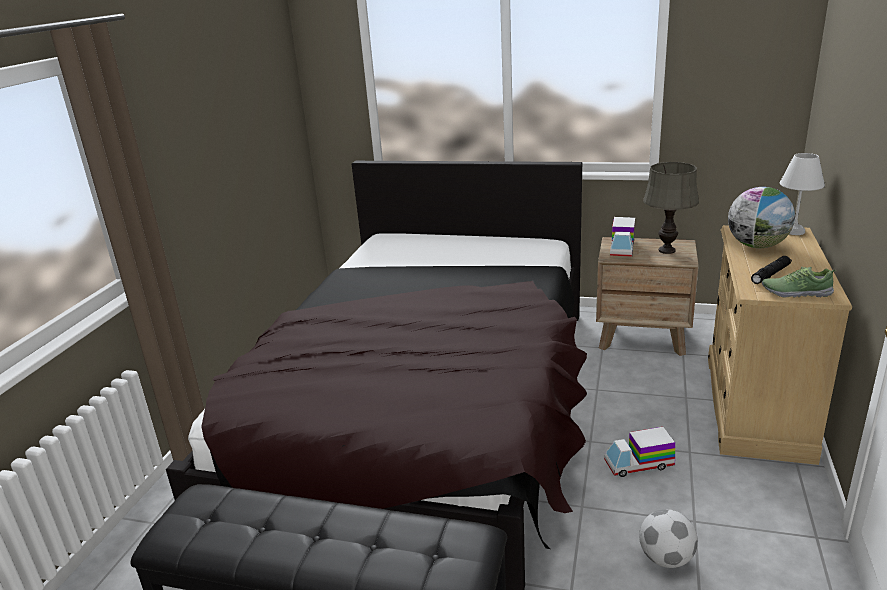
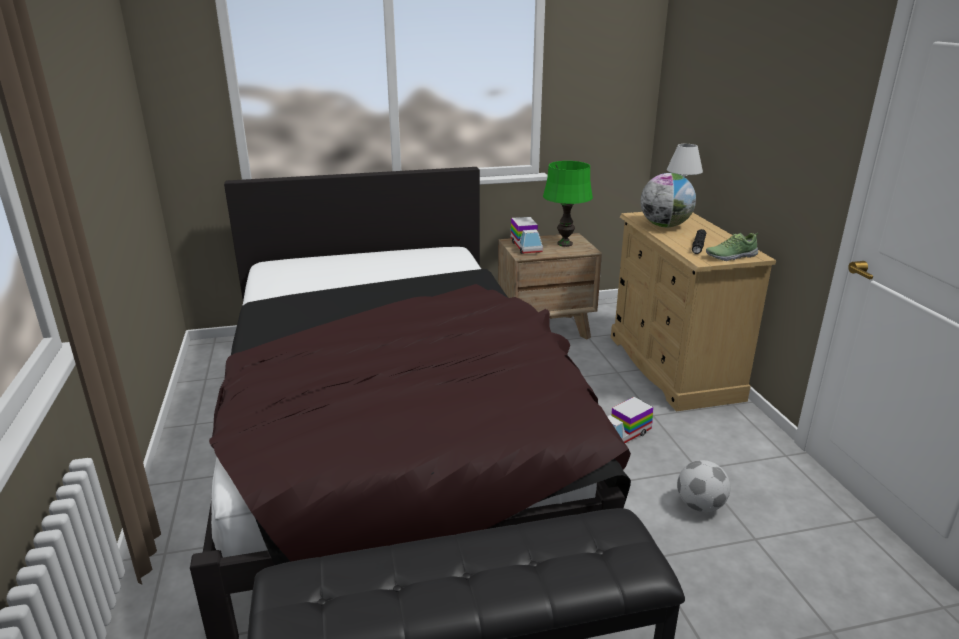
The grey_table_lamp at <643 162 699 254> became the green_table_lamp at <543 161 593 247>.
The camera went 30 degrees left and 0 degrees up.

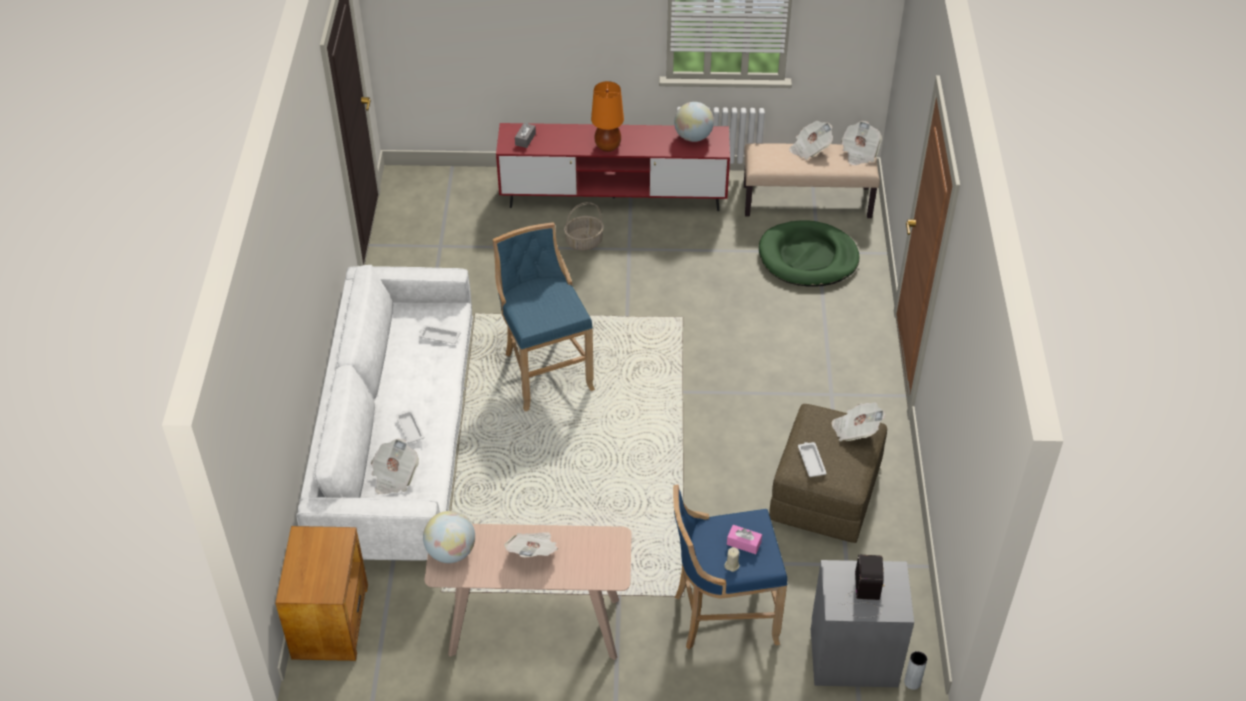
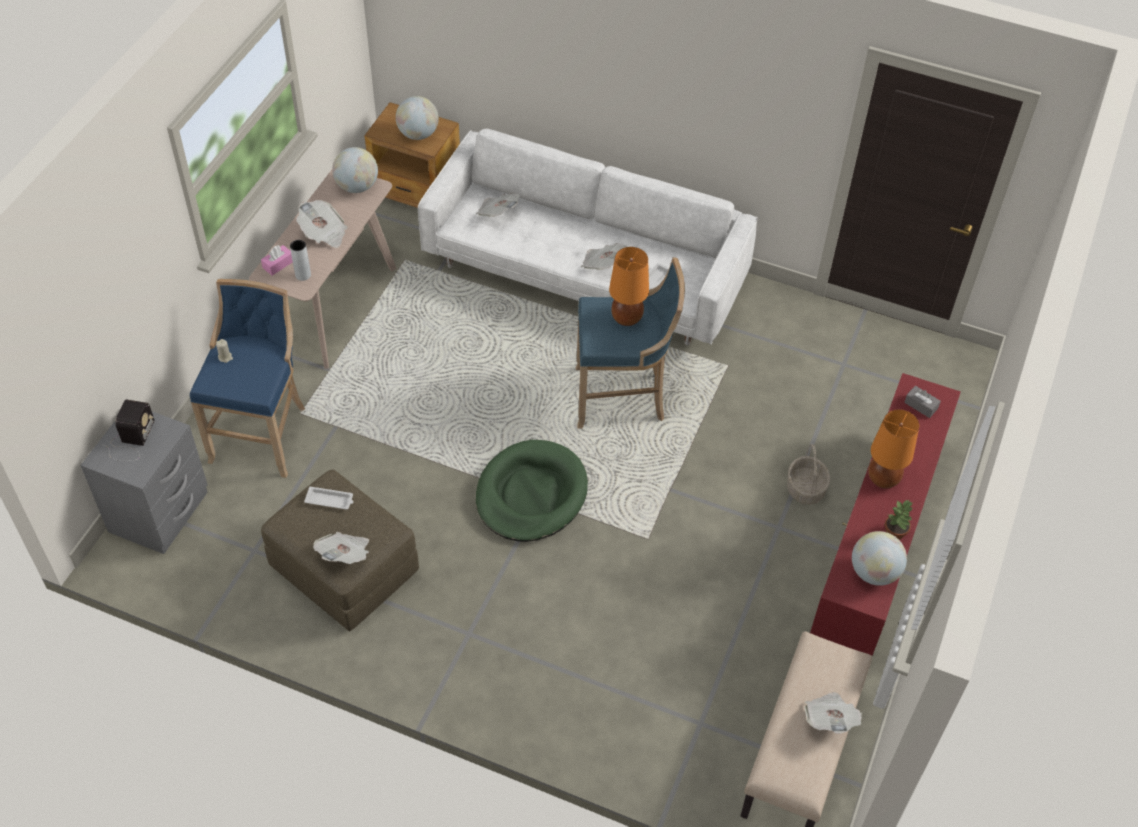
The radio at <839 554 885 618> turned 105 degrees counterclockwise.
The pink_tissue_box moved from <727 525 762 554> to <261 245 293 276>.
The grey_vase moved from <904 651 927 690> to <290 240 311 281>.
The globe at <396 96 439 140> appeared.
The green_dog_bed moved from <759 221 860 287> to <476 440 588 542>.
The newspaper moved from <841 121 882 165> to <581 243 627 270>.
The orange_table_lamp at <609 247 649 326> appeared.
The potted_plant at <885 500 913 540> appeared.
The white_tray at <396 410 425 443> disappeared.
The camera went 110 degrees right and 5 degrees up.

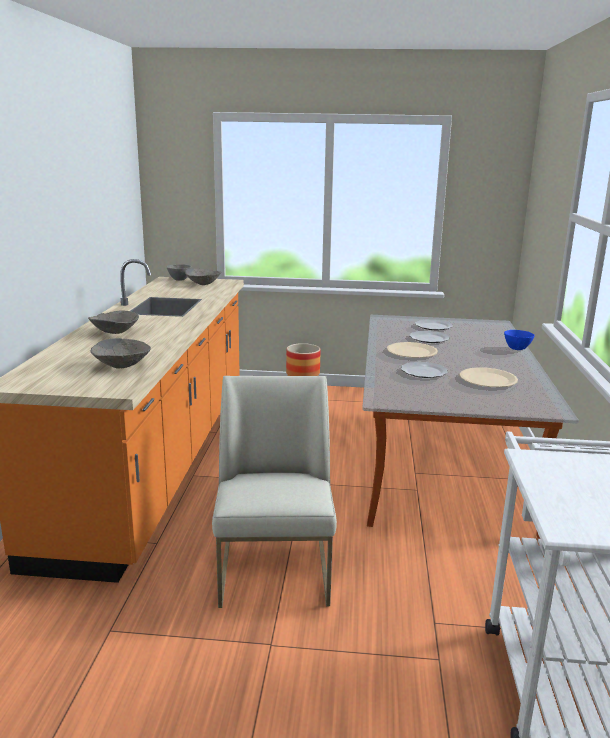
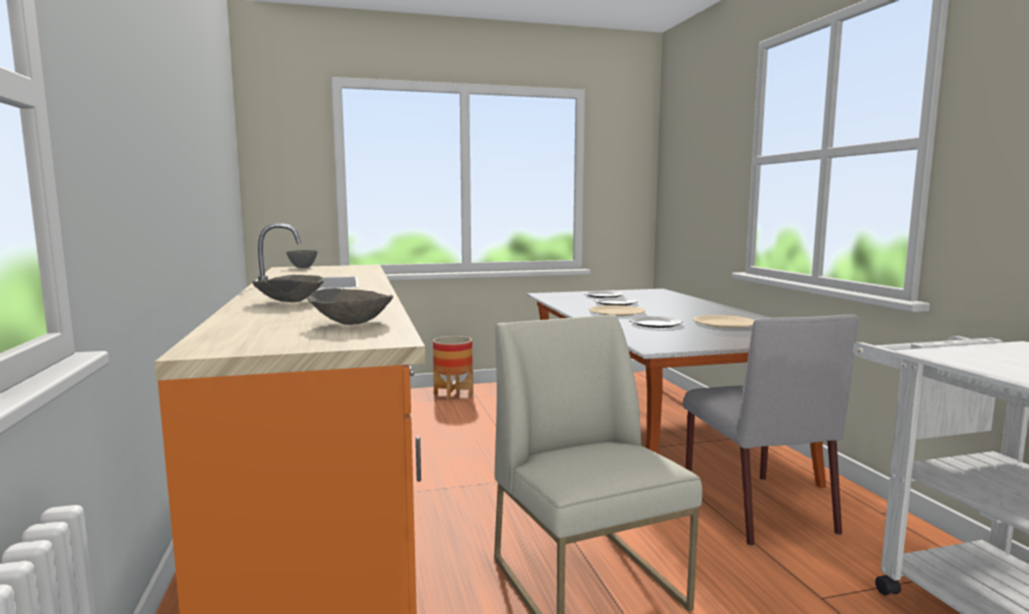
The grey_chair at <683 314 859 546> appeared.
The grey_bowl at <185 269 221 285> disappeared.
The blue_bowl at <504 330 535 350> disappeared.
The camera went 20 degrees left and 10 degrees down.

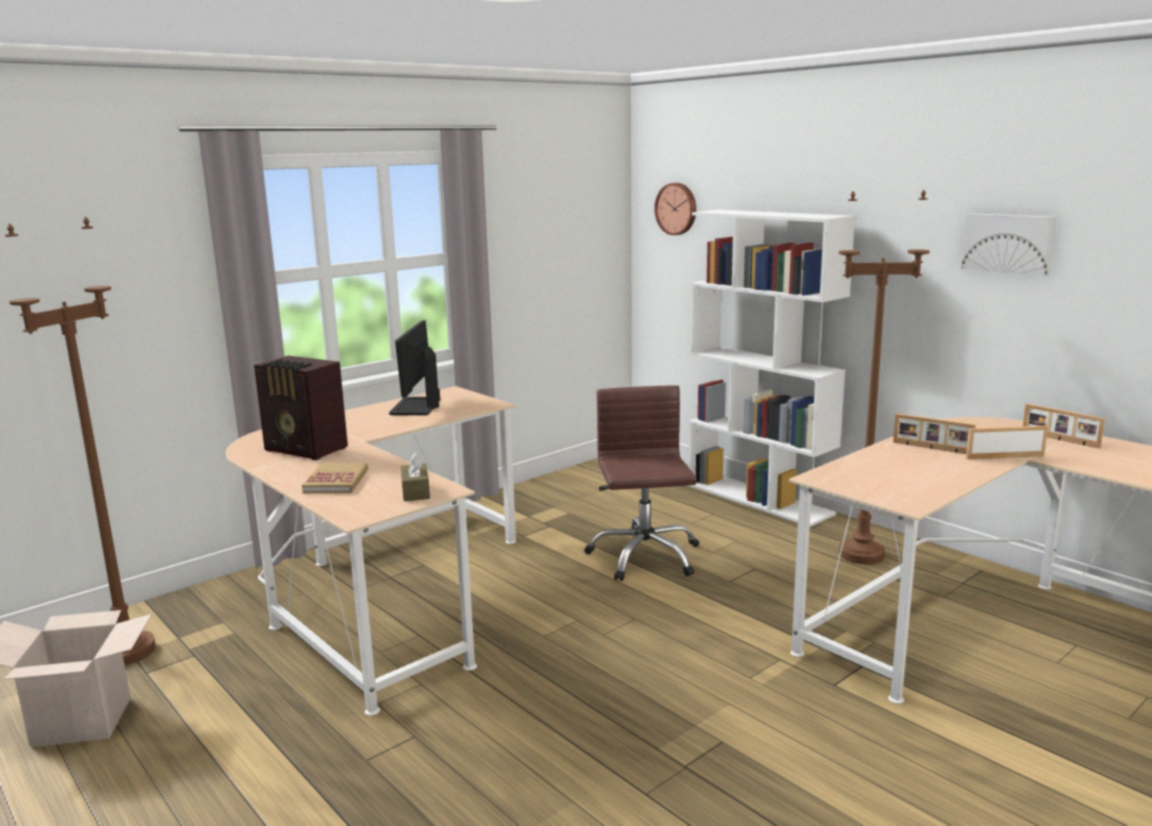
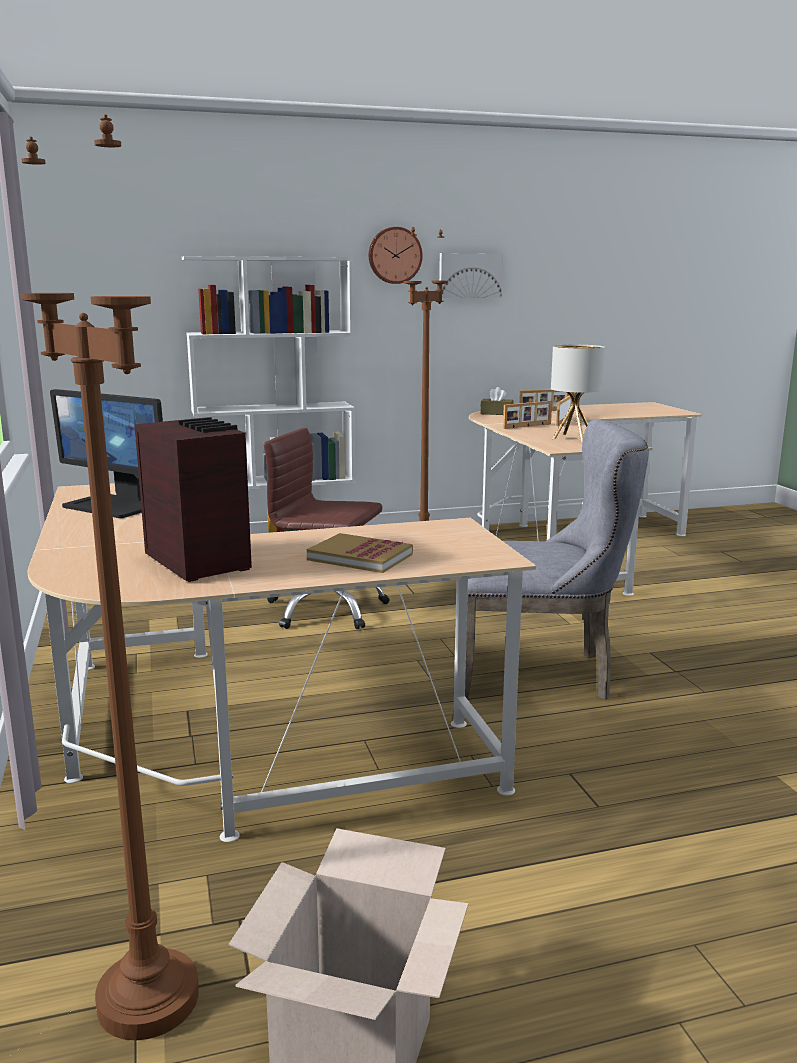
The radio at <254 356 348 460> turned 90 degrees counterclockwise.
The wall_clock moved from <654 183 696 235> to <369 227 423 284>.
The grey_chair at <465 419 649 700> appeared.
The brown_tissue_box moved from <401 453 430 501> to <480 387 513 415>.
The table_lamp at <551 345 605 442> appeared.
The camera went 65 degrees left and 0 degrees up.

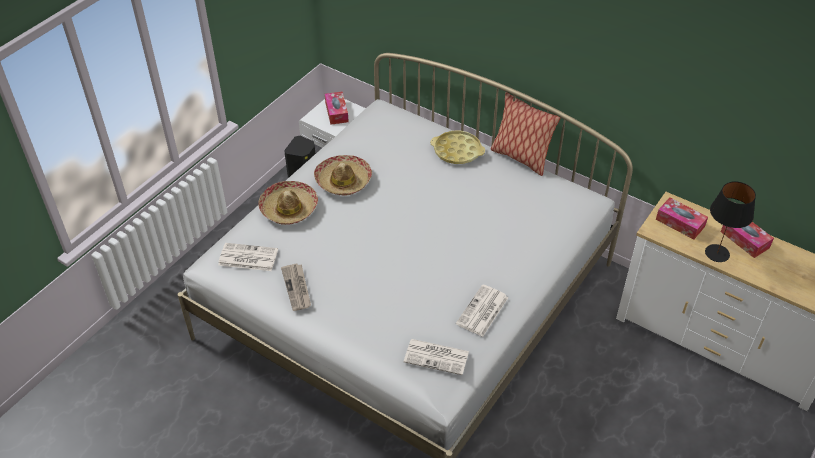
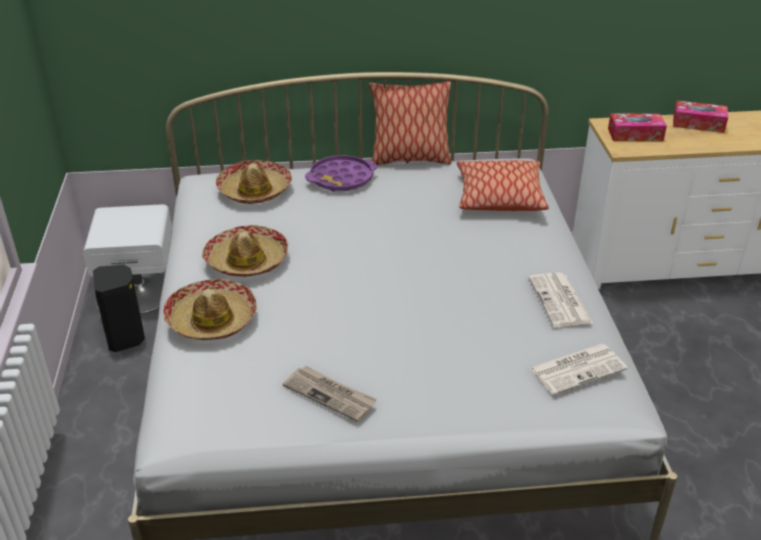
The hat at <216 160 292 204> appeared.
The yellow_tray at <430 131 485 164> became the purple_tray at <305 155 377 191>.
The pillow at <457 160 549 211> appeared.
The newspaper at <218 243 278 271> disappeared.
The tissue_box at <325 92 349 125> disappeared.
The black_table_lamp at <705 181 756 262> disappeared.
The camera went 40 degrees left and 10 degrees down.

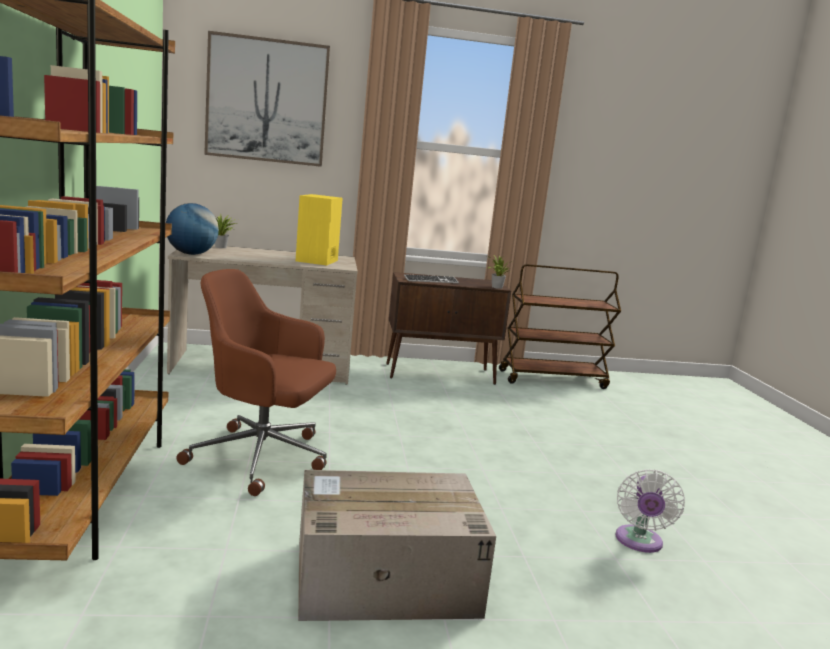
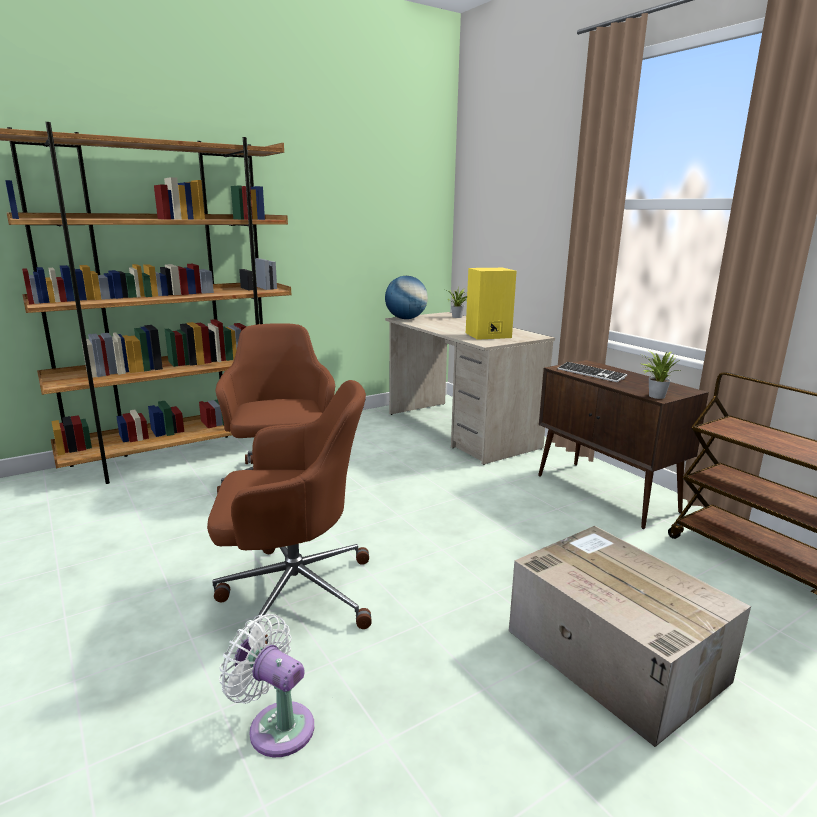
The brown_office_chair at <207 380 372 644> appeared.
The white_fan at <615 469 685 553> turned 45 degrees clockwise.
The cardboard_box moved from <298 470 496 621> to <509 526 751 747>.
The picture at <204 31 330 167> disappeared.
The camera went 65 degrees right and 5 degrees up.

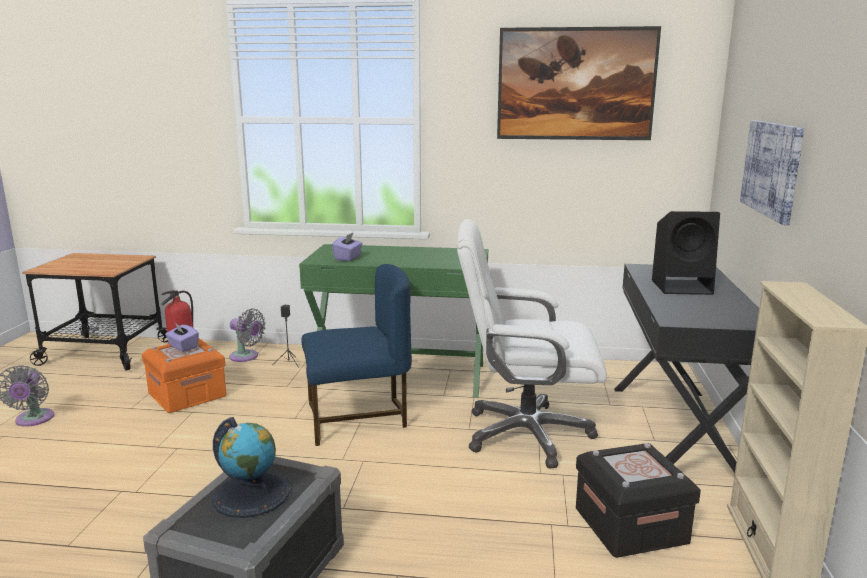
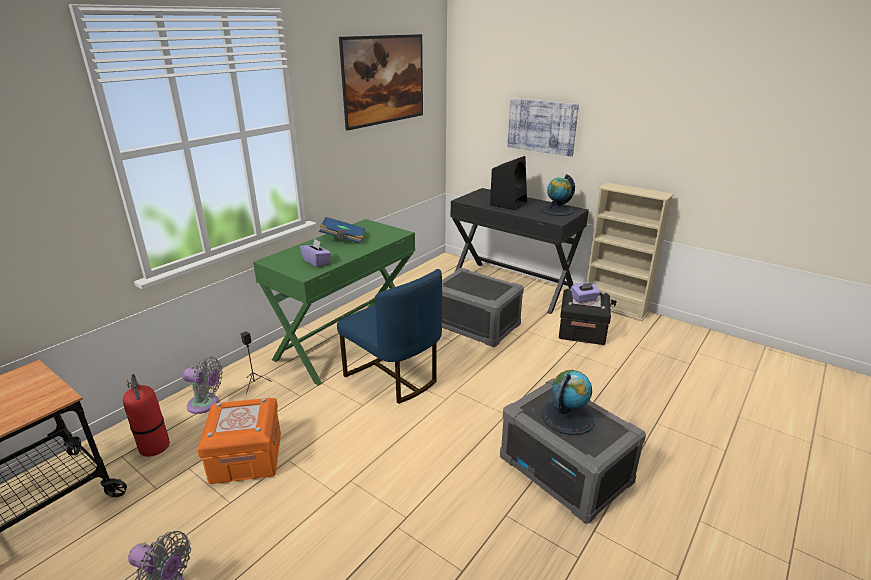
The grey_fan at <229 308 266 362> turned 45 degrees clockwise.
The blue_book at <319 217 365 244> appeared.
The blue_chair at <301 264 412 446> turned 120 degrees clockwise.
The white_office_chair at <457 219 607 469> was replaced by the grey_storage_box at <442 268 524 347>.
The globe at <540 174 575 216> appeared.
The purple_tissue_box moved from <165 322 199 352> to <571 282 600 303>.
The camera went 60 degrees left and 10 degrees up.

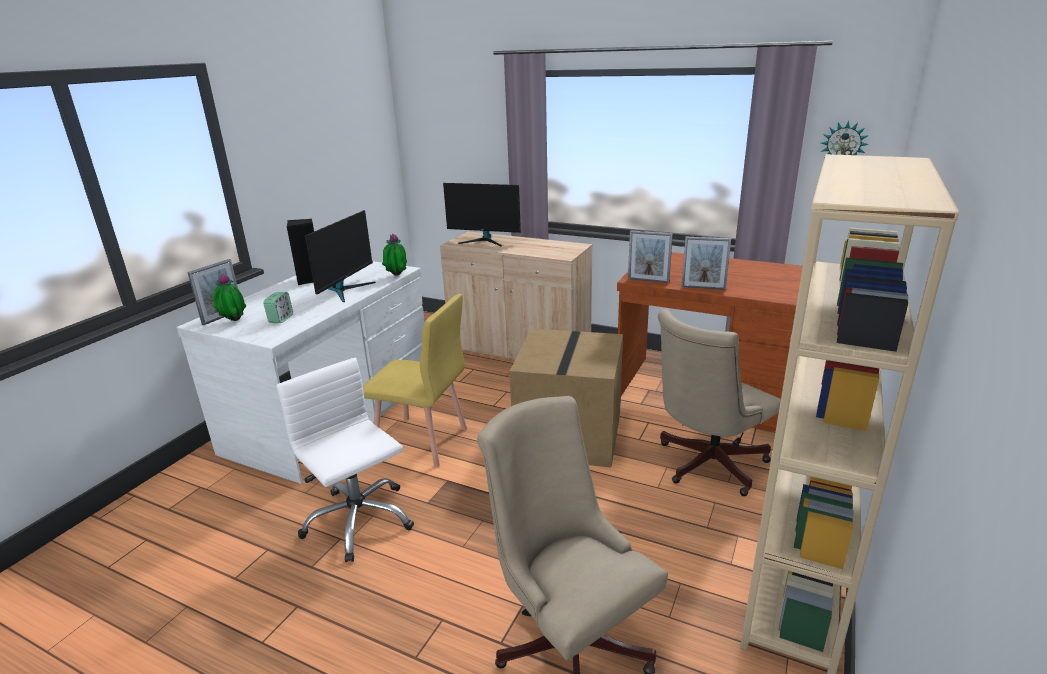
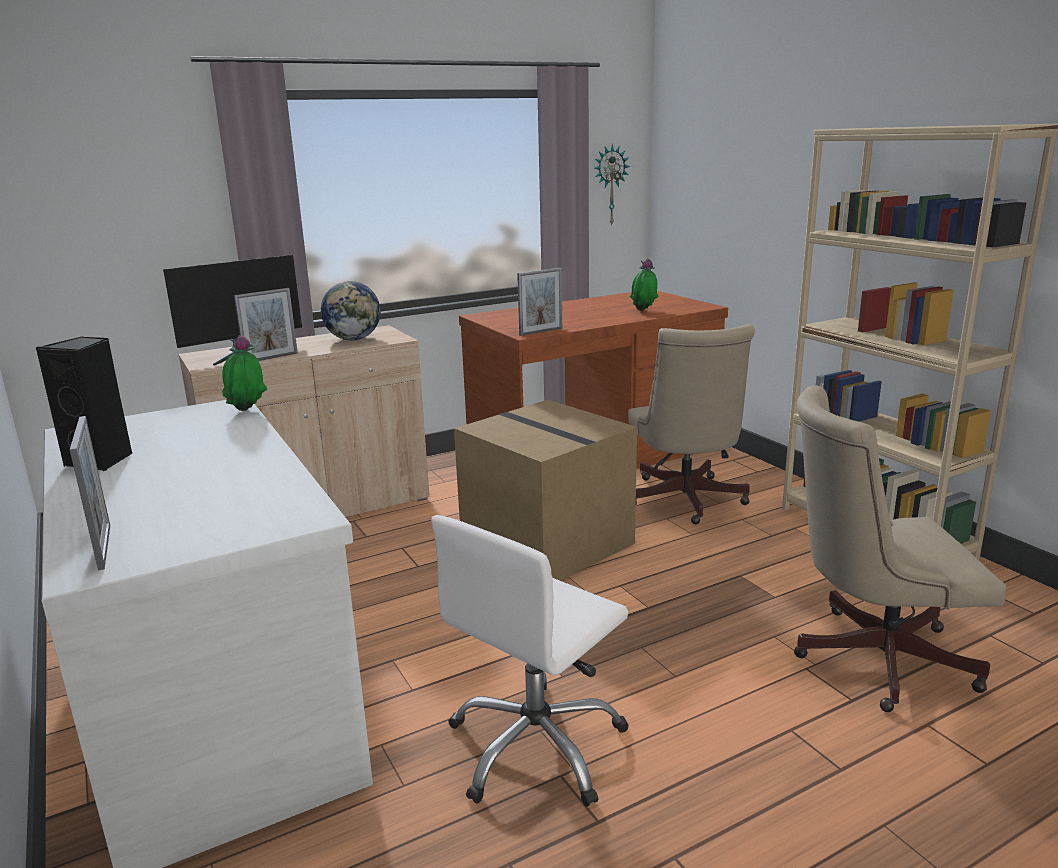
The picture_frame moved from <682 237 731 290> to <234 288 298 361>.
The globe at <321 281 381 340> appeared.
The white_office_chair at <276 358 414 562> turned 45 degrees counterclockwise.
The potted_plant moved from <213 273 246 321> to <630 259 659 311>.
The alarm_clock at <264 292 293 323> disappeared.
The monitor at <305 210 376 302> disappeared.
The yellow_chair at <363 294 467 467> disappeared.
The camera went 55 degrees left and 5 degrees down.

